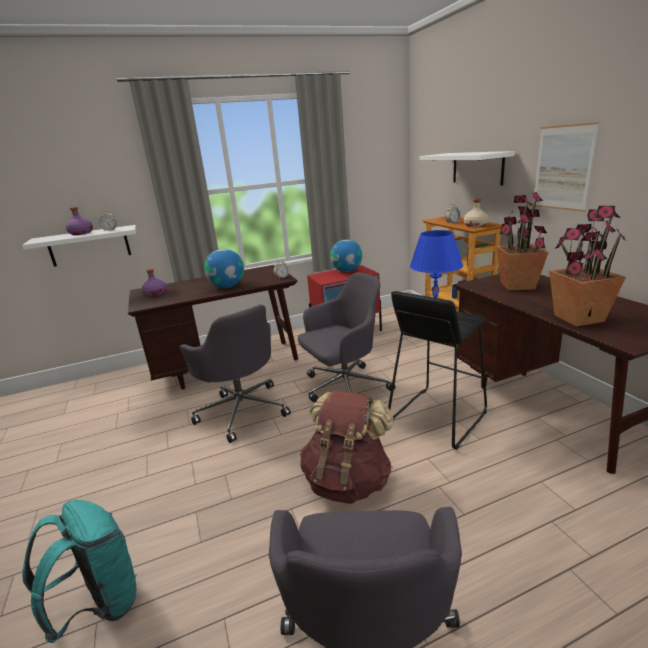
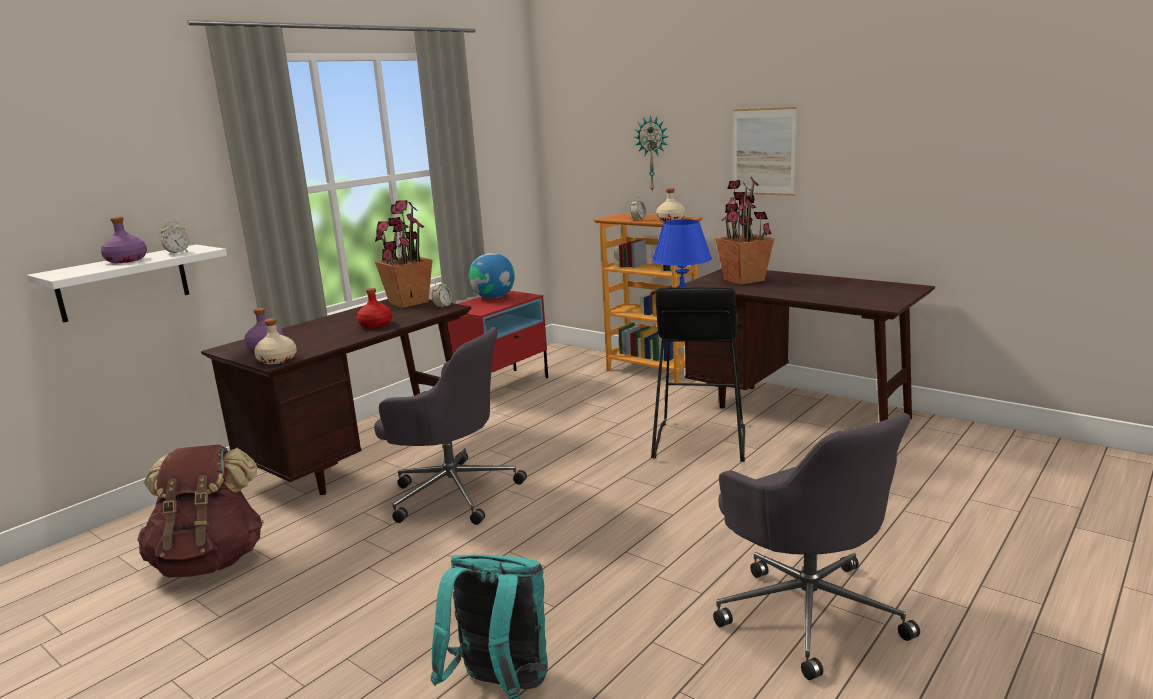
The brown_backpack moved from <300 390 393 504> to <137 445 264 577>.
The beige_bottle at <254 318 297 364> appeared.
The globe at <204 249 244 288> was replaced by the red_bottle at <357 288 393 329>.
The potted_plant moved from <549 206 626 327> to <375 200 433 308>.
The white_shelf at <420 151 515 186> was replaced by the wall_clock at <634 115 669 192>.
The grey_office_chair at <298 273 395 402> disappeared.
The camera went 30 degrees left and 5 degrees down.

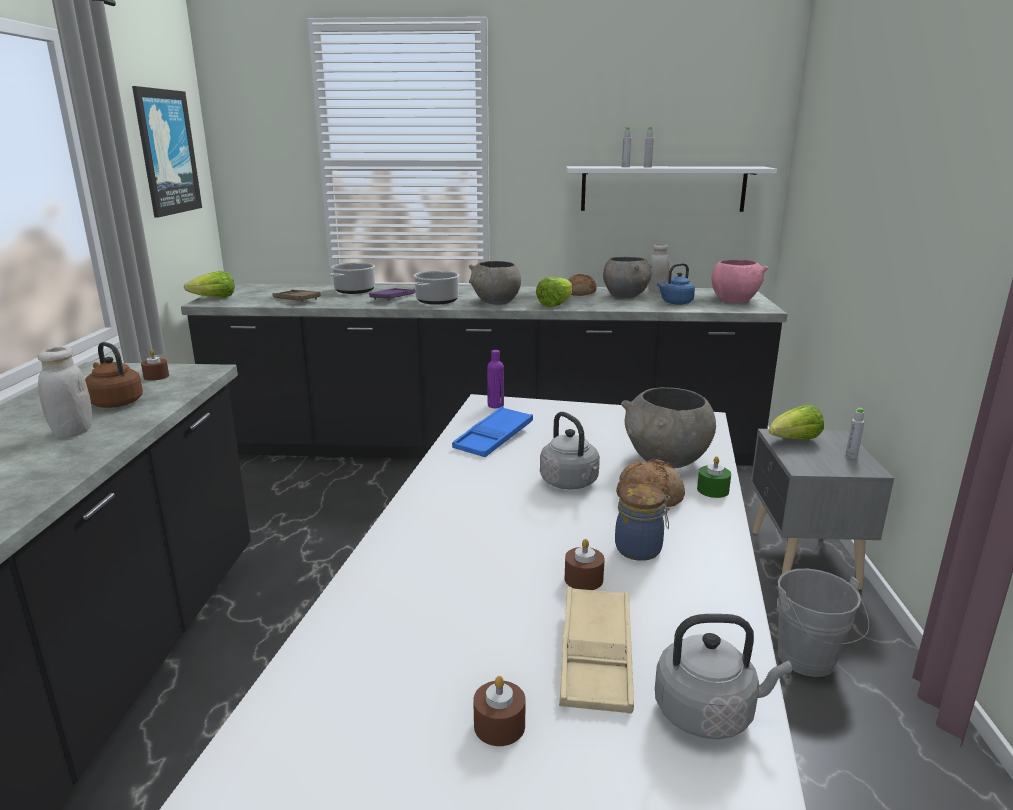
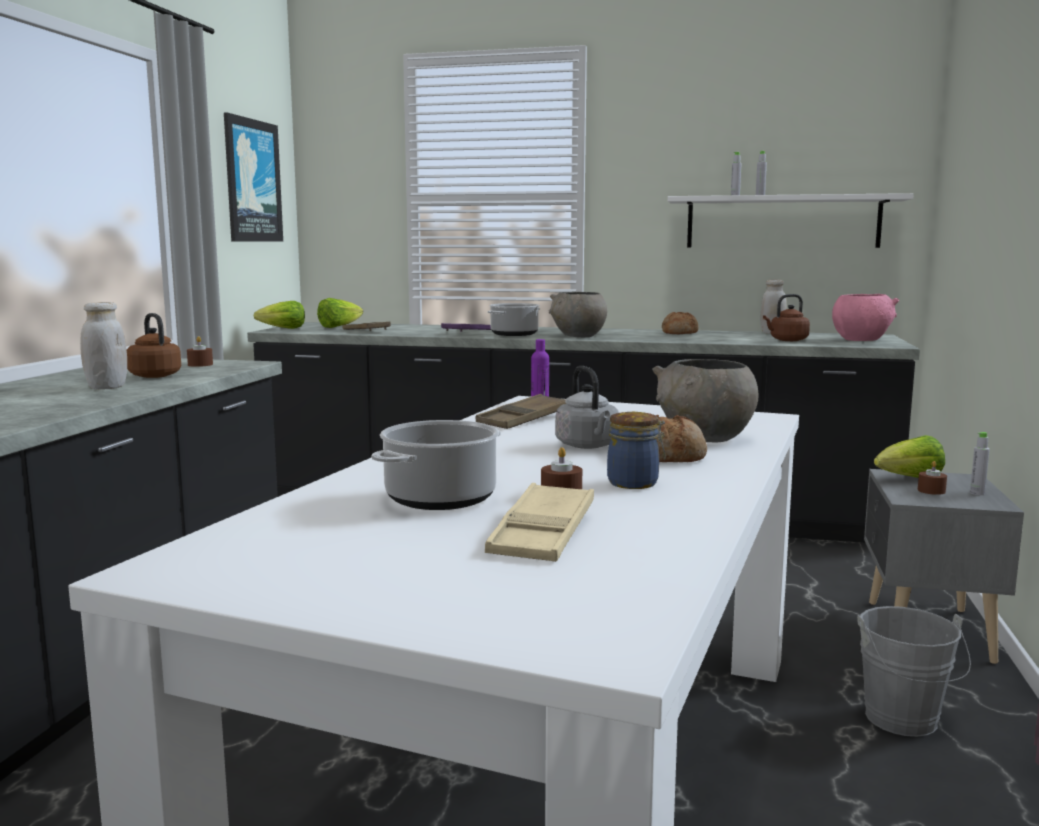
The lettuce moved from <536 277 572 307> to <317 298 363 328>.
The cooking_pot moved from <330 262 375 294> to <372 420 501 510>.
The blue_tray at <452 407 533 457> became the brown_tray at <476 394 567 429>.
The blue_kettle at <657 263 695 305> became the brown_kettle at <763 294 810 341>.
The brown_candle moved from <473 676 526 746> to <918 461 947 495>.
The grey_bowl at <603 257 652 298> disappeared.
The grey_kettle at <655 614 792 739> disappeared.
The green_candle at <697 456 731 498> disappeared.
The camera went 10 degrees right and 10 degrees down.

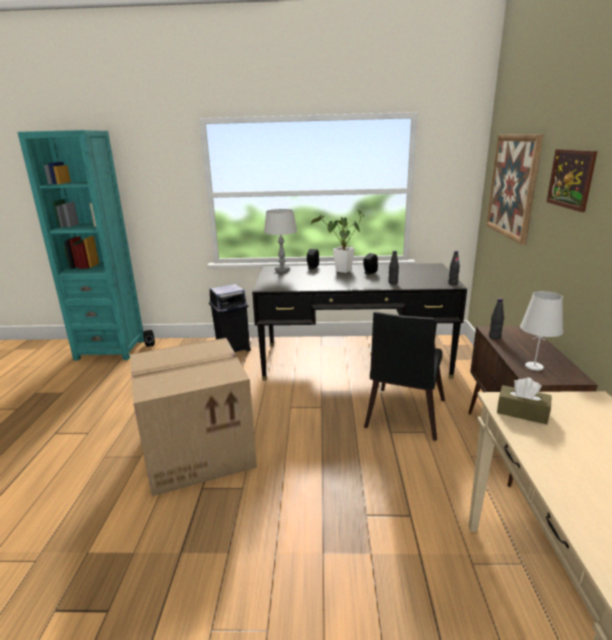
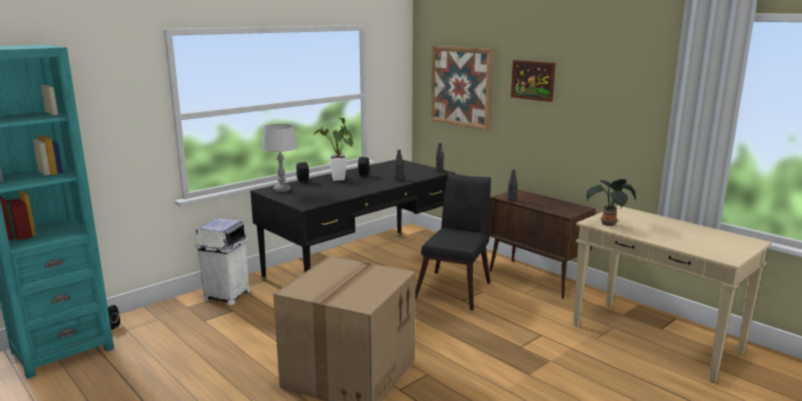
The black_trash_can at <209 284 251 352> became the white_trash_can at <195 218 250 305>.
The black_chair at <364 312 445 441> turned 135 degrees counterclockwise.
The brown_tissue_box at <497 378 551 425> was replaced by the potted_plant at <586 179 636 226>.
The white_table_lamp at <520 291 563 371> disappeared.
The camera went 45 degrees left and 5 degrees down.

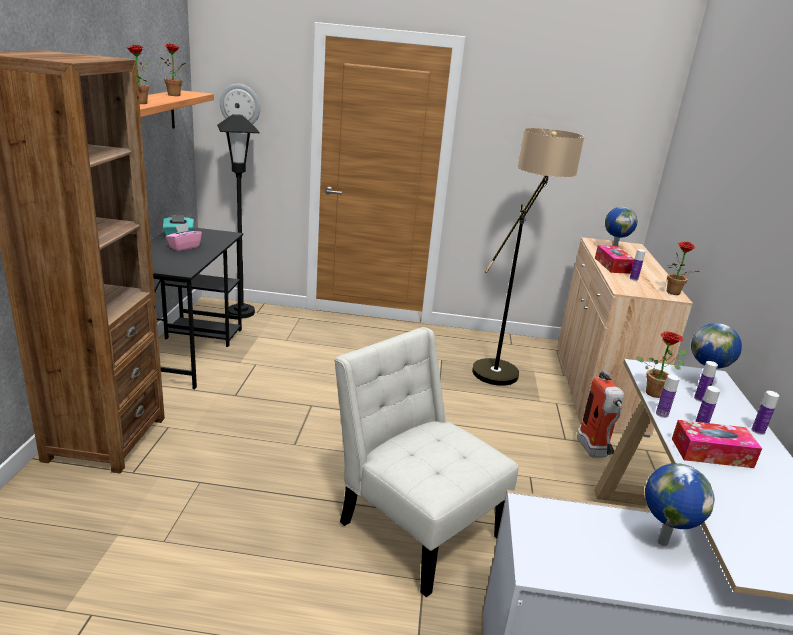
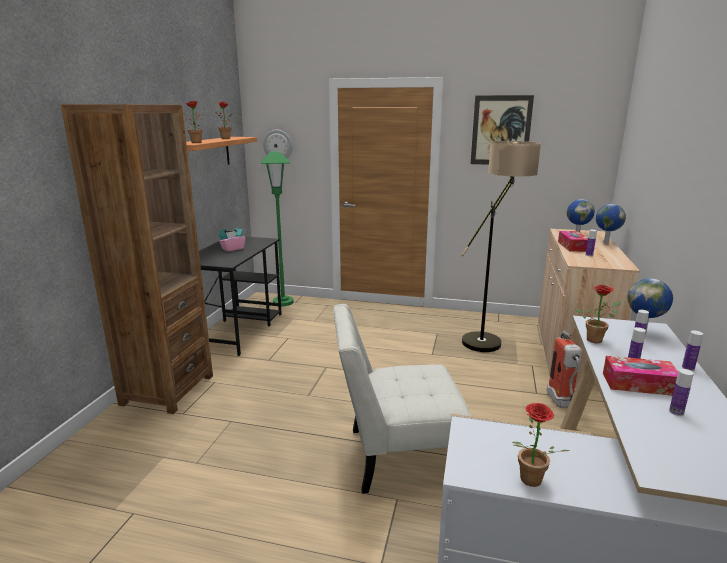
The black_floor_lamp at <217 114 260 318> became the green_floor_lamp at <261 151 294 306>.
The white_chair at <334 327 518 597> turned 60 degrees counterclockwise.
The picture at <471 95 534 165> appeared.
The potted_plant moved from <667 242 699 295> to <512 403 571 487>.
The globe moved from <645 463 714 546> to <596 204 626 244>.
The bottle moved from <656 374 680 418> to <669 369 694 416>.
The camera went 10 degrees right and 5 degrees down.

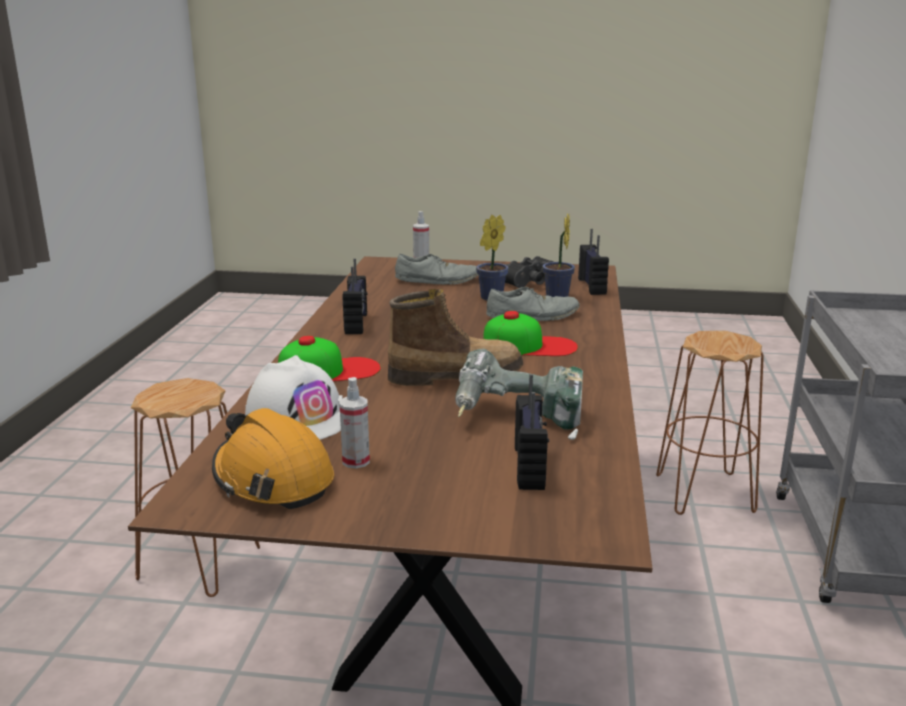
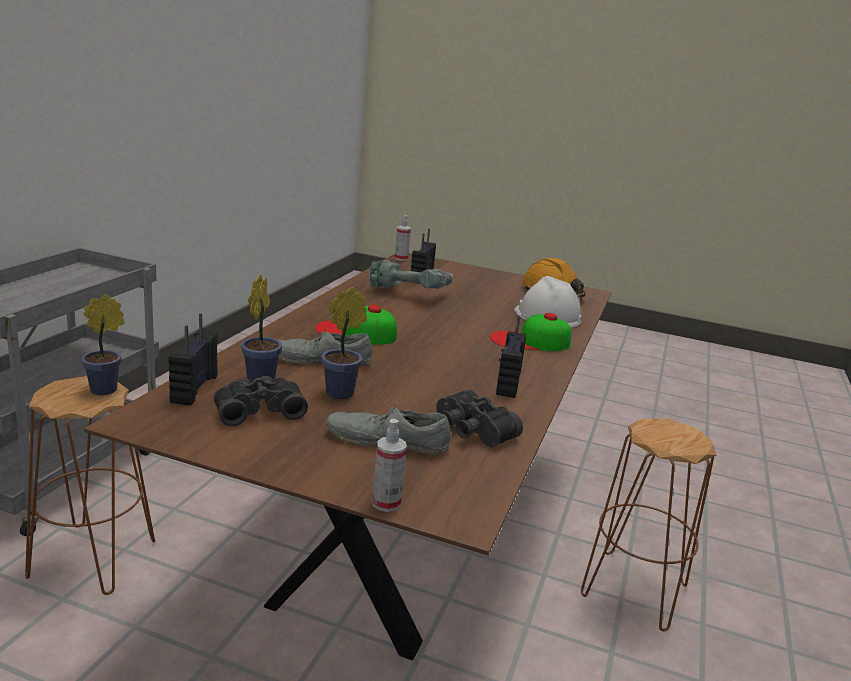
The potted_plant at <81 294 124 395> appeared.
The spray_bottle moved from <339 377 370 468> to <395 215 411 261>.
The black_binoculars at <436 390 523 447> appeared.
The boot at <388 289 523 386> disappeared.
The camera went 170 degrees left and 0 degrees up.

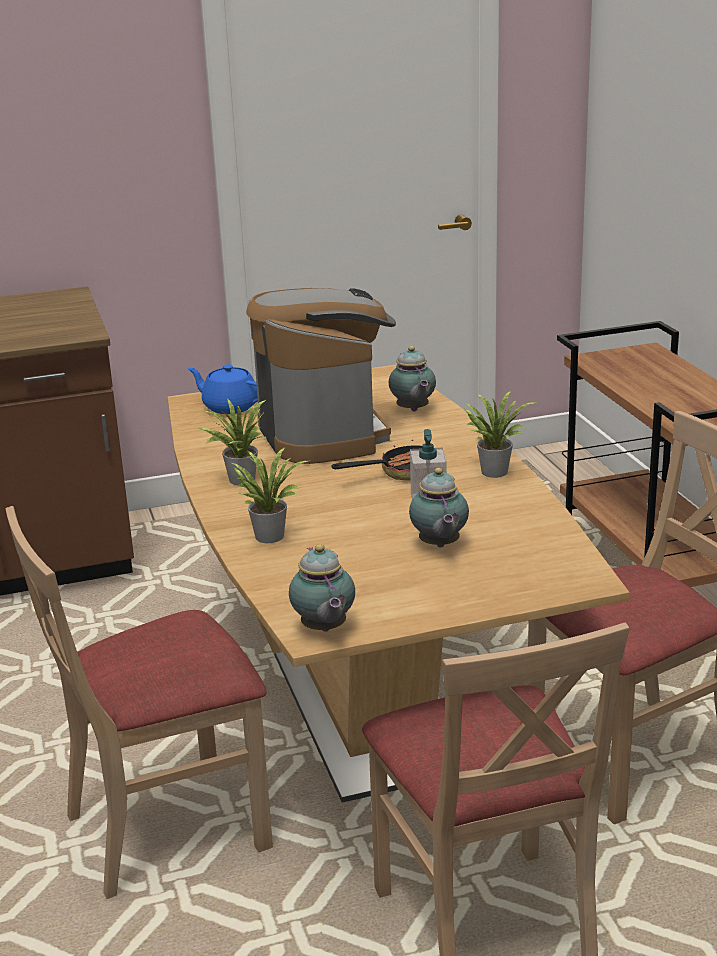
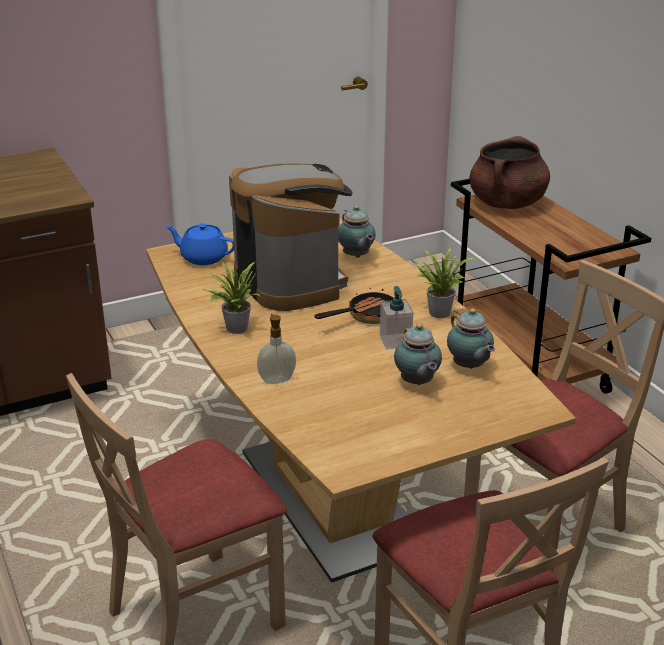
The potted_plant at <230 447 308 543> was replaced by the soap_dispenser at <257 314 296 384>.
The teapot moved from <289 544 355 632> to <447 308 495 369>.
The brown_cooking_pot at <469 136 550 209> appeared.
The camera went 10 degrees left and 5 degrees up.

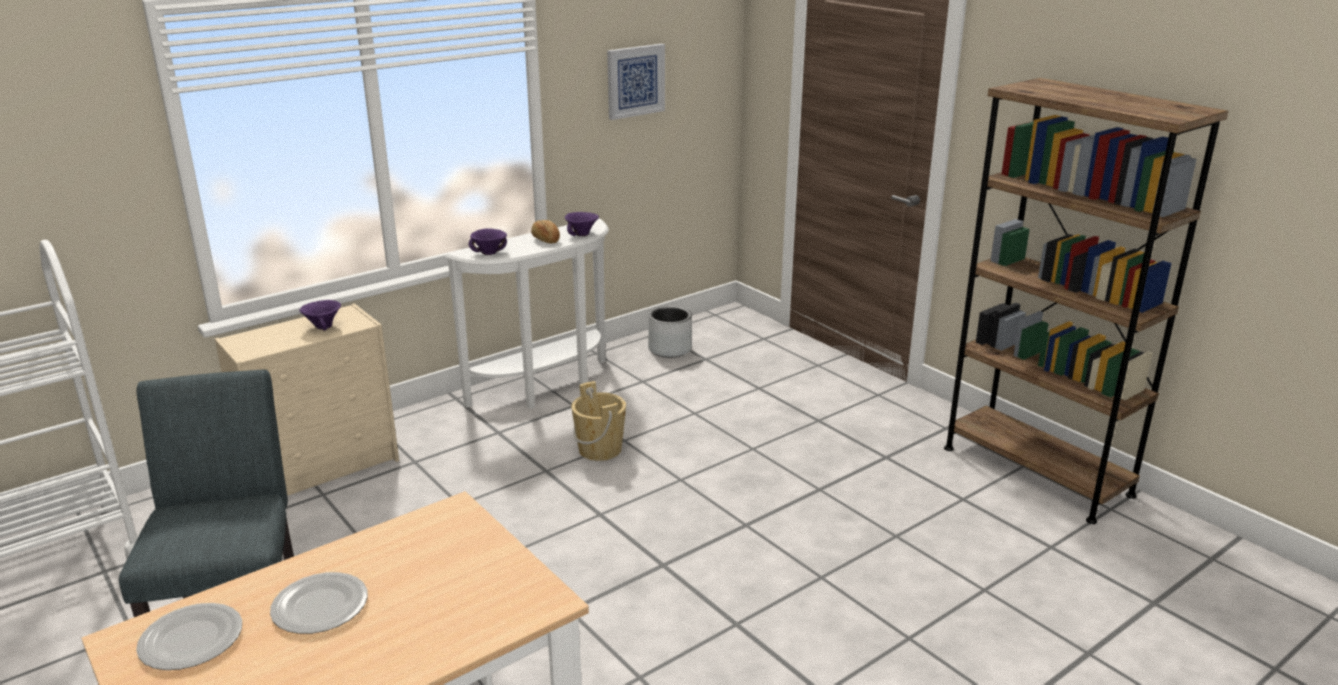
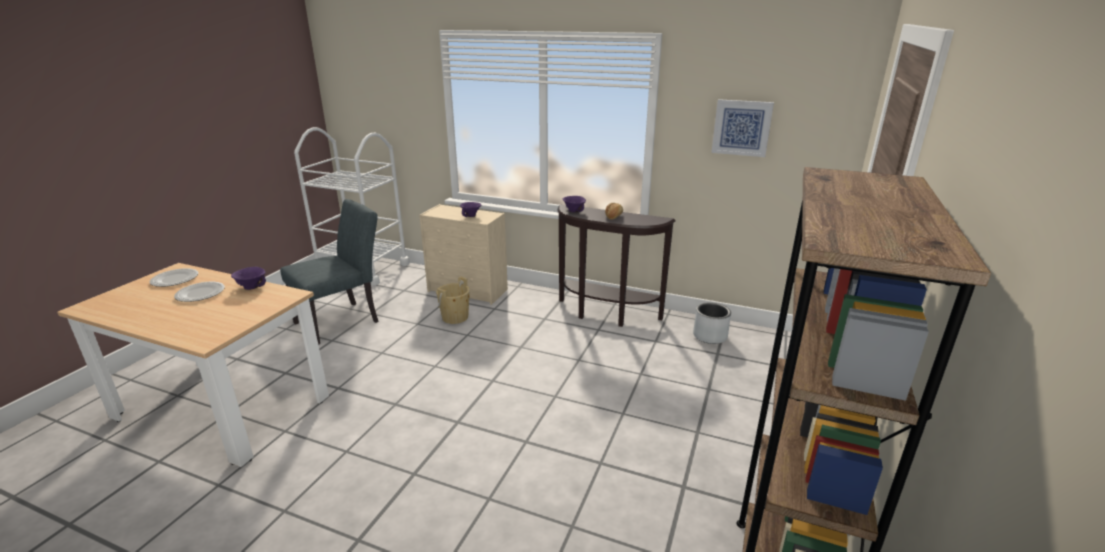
The purple_bowl moved from <565 212 599 236> to <231 267 266 290>.
The beige_bucket moved from <571 381 626 461> to <436 276 470 324>.
The white_console_table at <445 218 609 409> became the brown_console_table at <558 204 676 327>.
The camera went 60 degrees right and 0 degrees up.

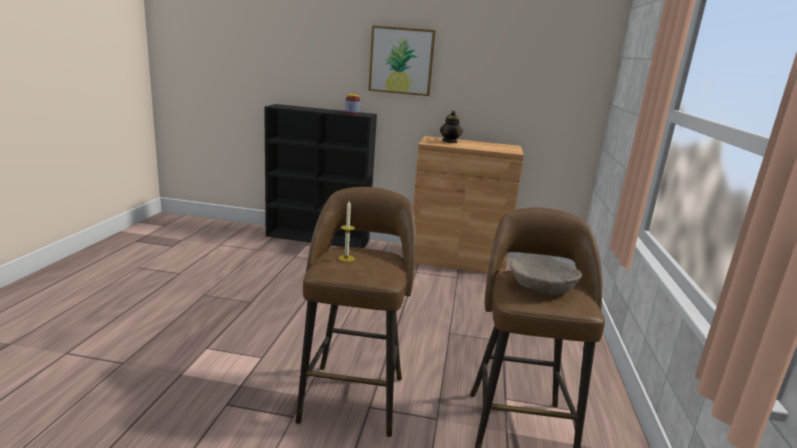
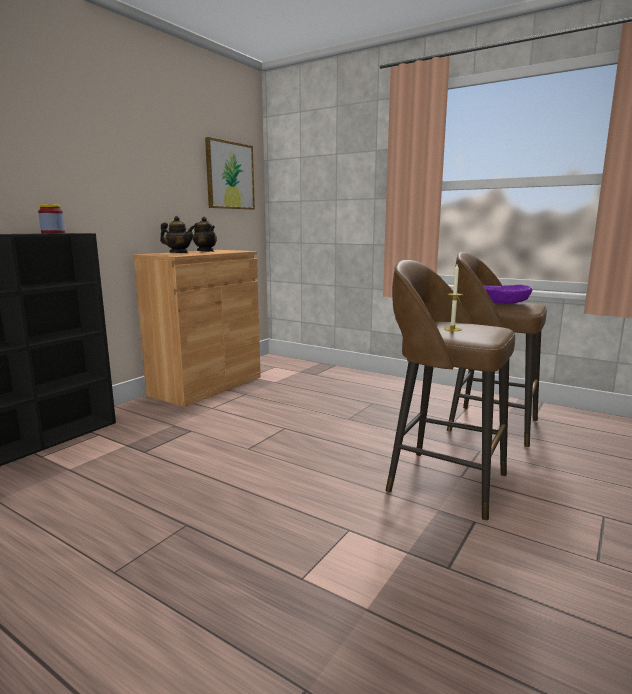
The teapot at <193 216 217 252> appeared.
The picture moved from <368 25 436 96> to <205 137 255 210>.
The beige_bowl at <510 255 582 295> became the purple_bowl at <483 285 532 304>.
The camera went 65 degrees left and 5 degrees down.

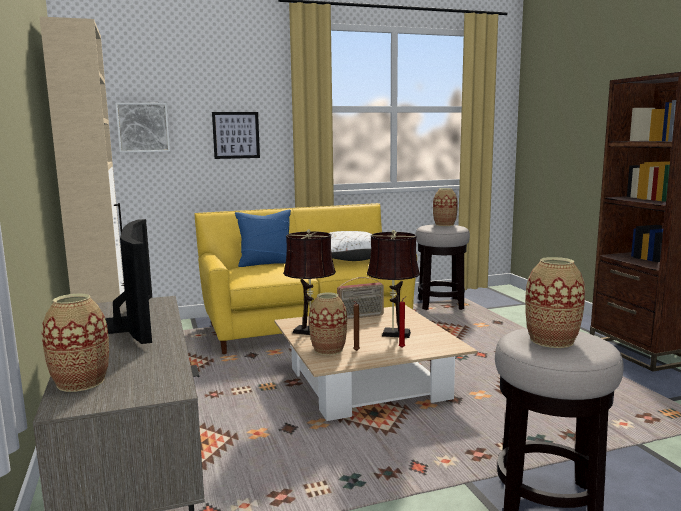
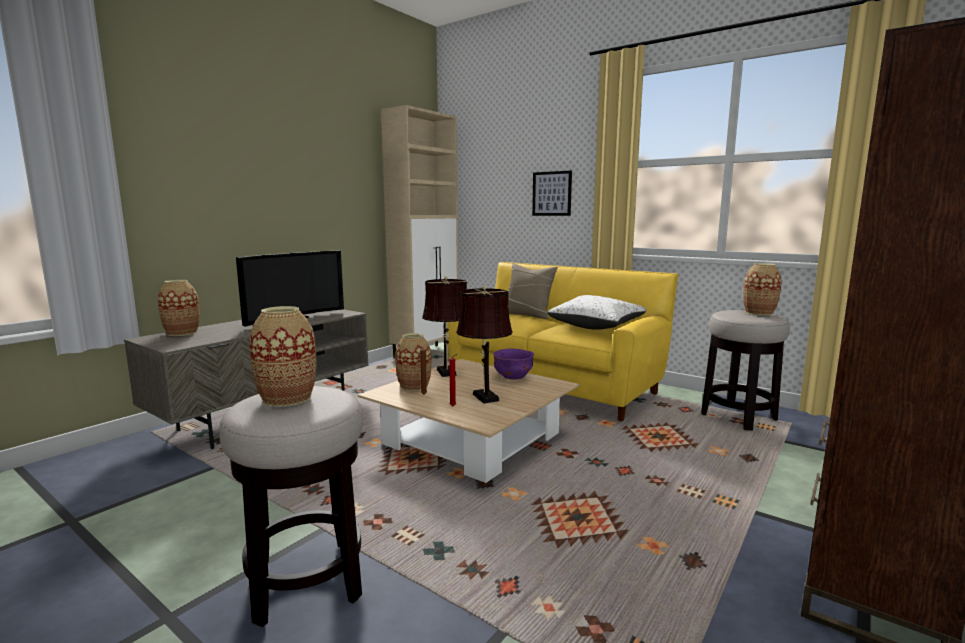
The radio at <337 277 384 319> was replaced by the purple_bowl at <493 348 534 379>.
The blue_pillow at <235 210 291 267> became the beige_pillow at <508 264 558 319>.
The picture at <115 103 170 153> disappeared.
The camera went 55 degrees right and 0 degrees up.

